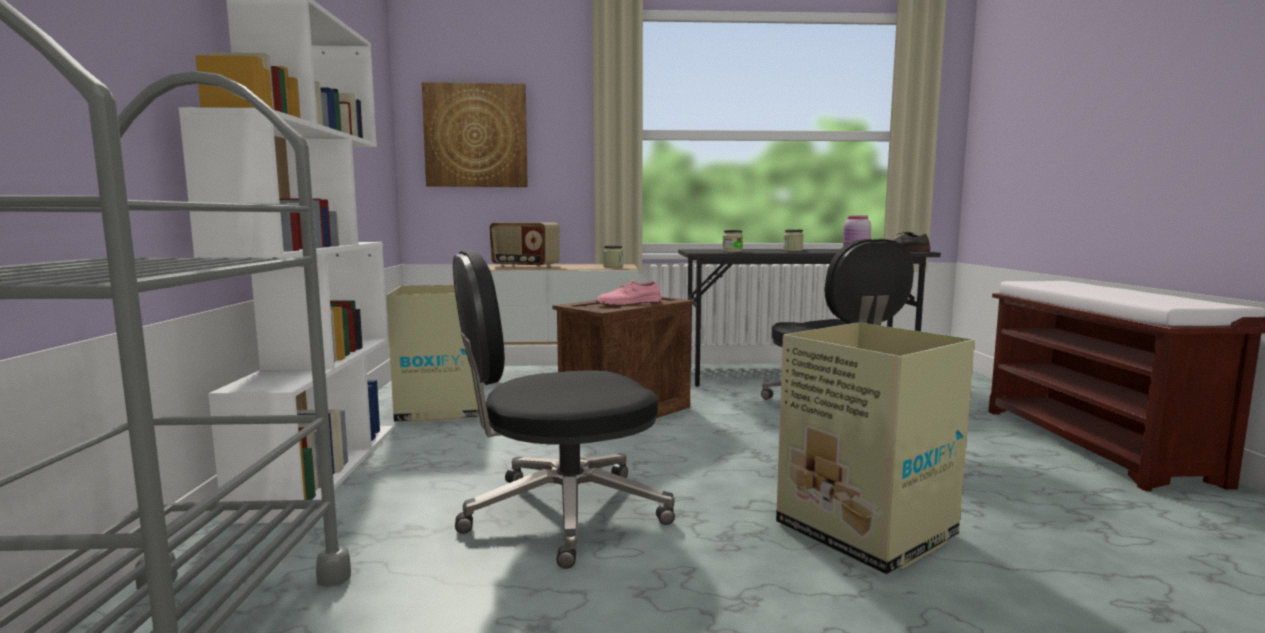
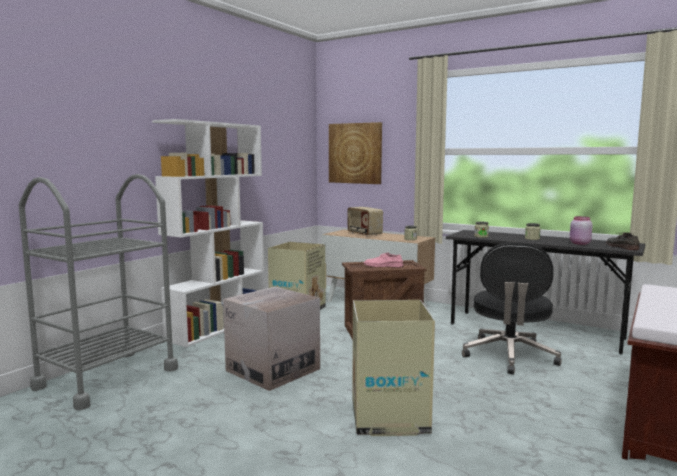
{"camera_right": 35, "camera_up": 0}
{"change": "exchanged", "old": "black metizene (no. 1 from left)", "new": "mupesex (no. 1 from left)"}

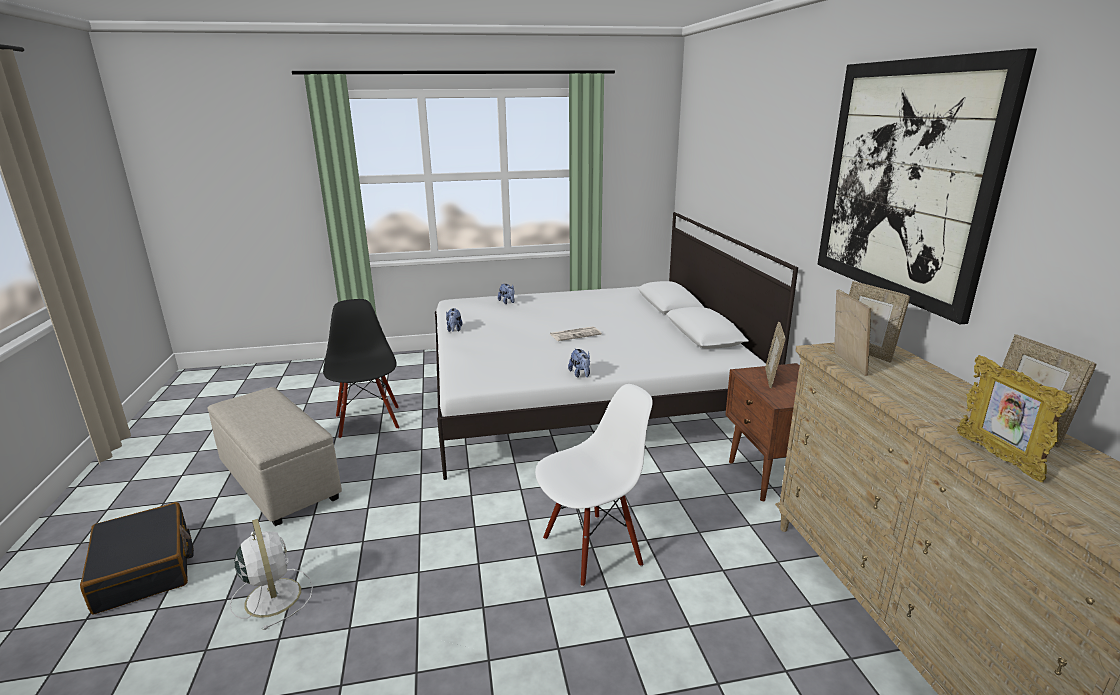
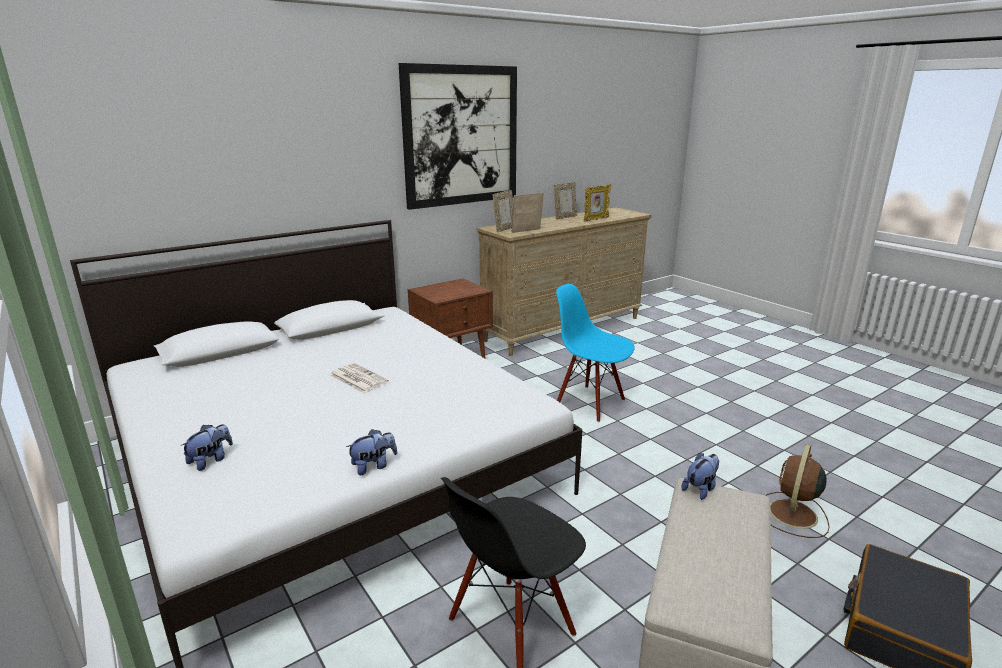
{"camera_right": -115, "camera_up": 0}
{"change": "missing", "old": "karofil (no. 1 from left)"}
{"change": "relocated", "old": "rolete (no. 3 from left)"}
{"change": "colour", "old": "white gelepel", "new": "blue gelepel"}
{"change": "colour", "old": "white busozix", "new": "brown busozix"}

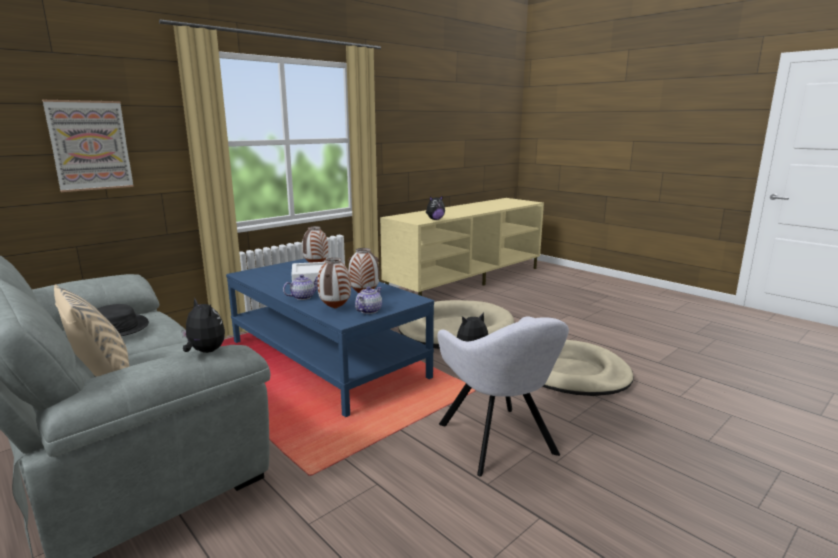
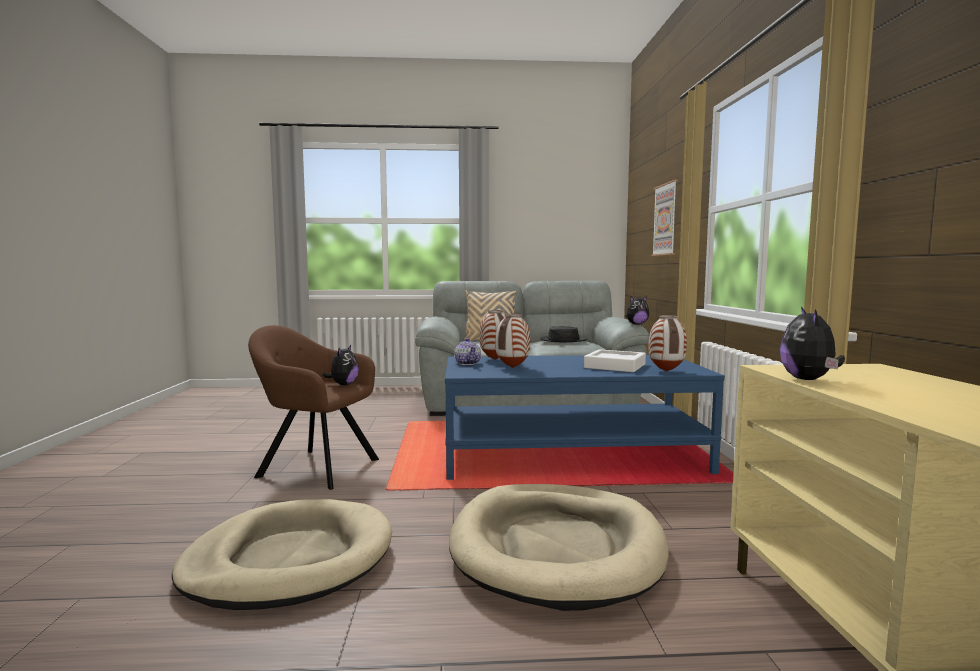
{"camera_right": 130, "camera_up": -10}
{"change": "missing", "old": "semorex (no. 1 from left)"}
{"change": "relocated", "old": "rolete (no. 1 from left in the first image)", "new": "rolete (no. 2 from left)"}
{"change": "colour", "old": "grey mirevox", "new": "brown mirevox"}

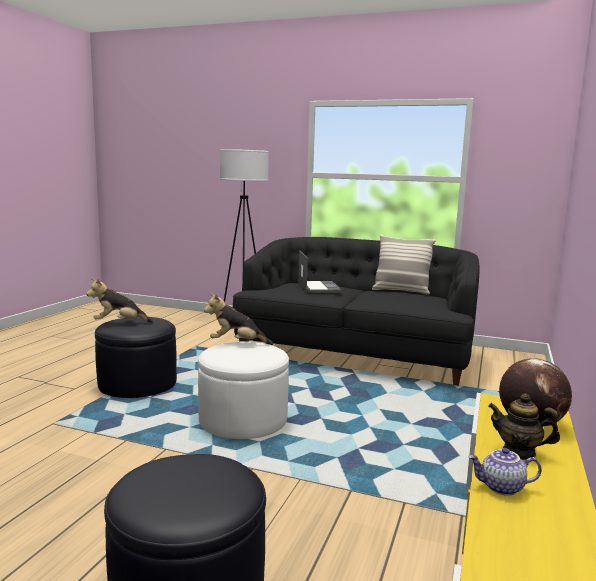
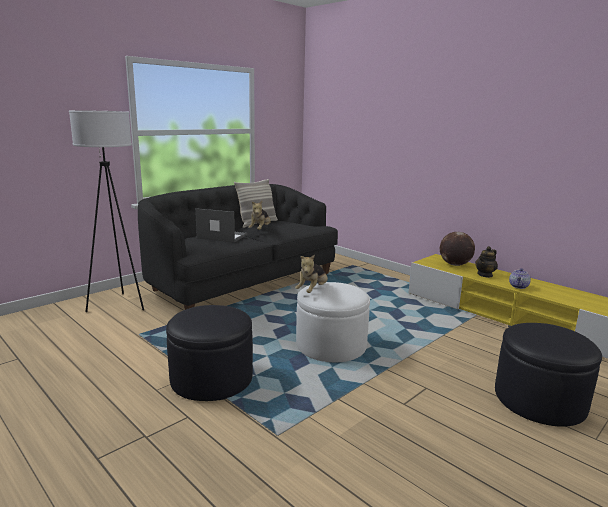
{"camera_right": -65, "camera_up": 5}
{"change": "relocated", "old": "rolete (no. 1 from left)"}

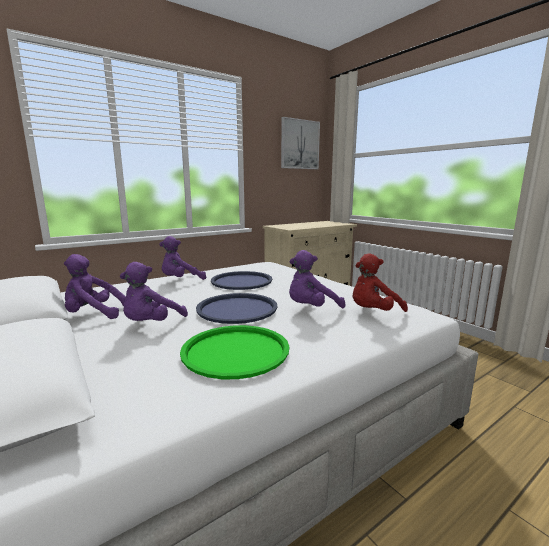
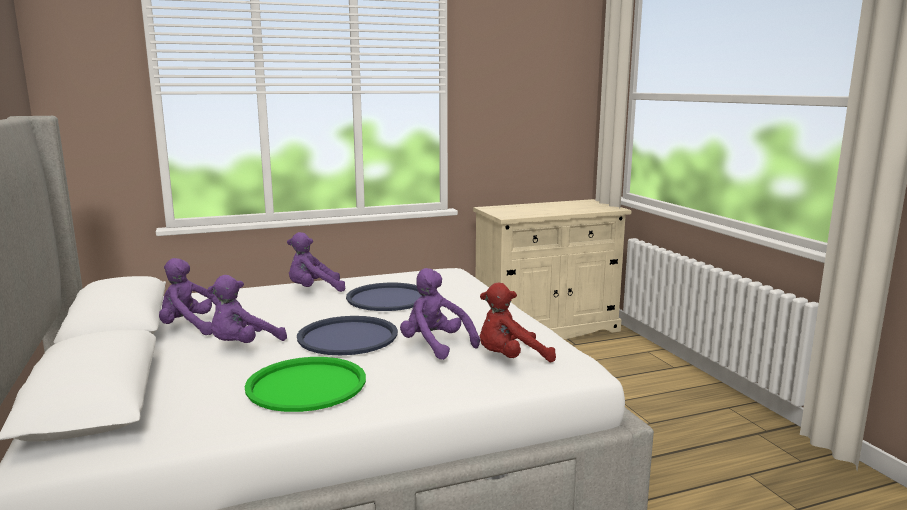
{"camera_right": 15, "camera_up": 0}
{"change": "missing", "old": "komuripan"}
{"change": "spun", "old": "purple rolete (no. 4 from left)", "degrees": 60}

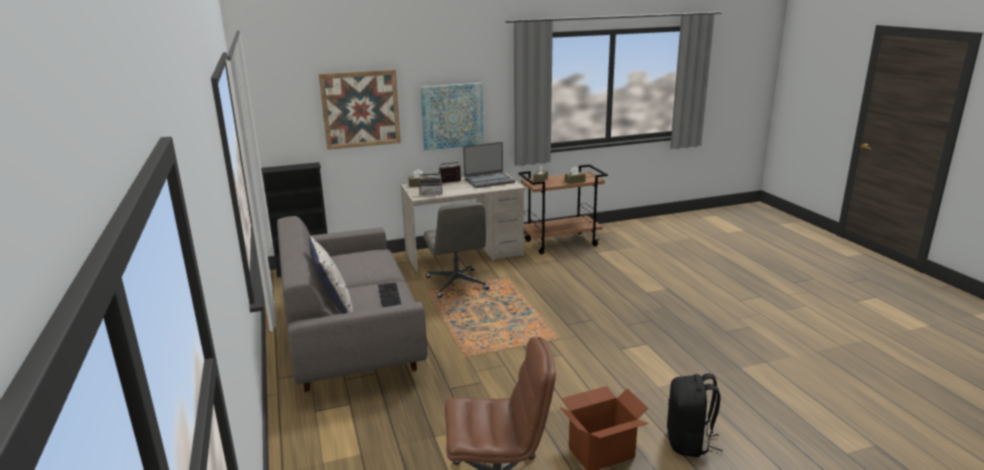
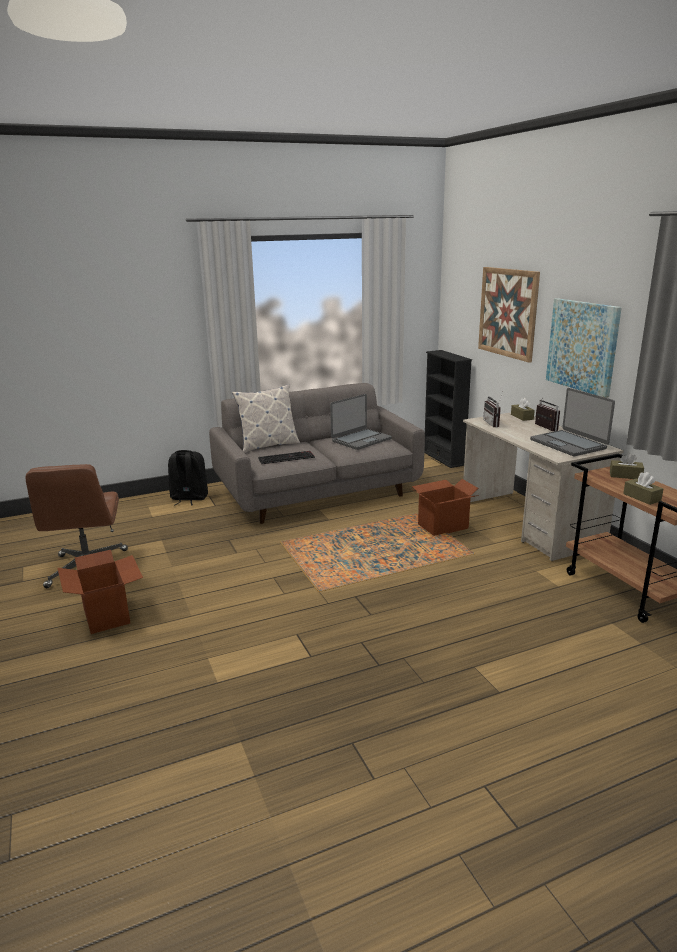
{"camera_right": 85, "camera_up": 0}
{"change": "exchanged", "old": "grey metizene", "new": "mupesex (no. 2 from left)"}
{"change": "relocated", "old": "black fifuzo"}
{"change": "appeared", "new": "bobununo (no. 1 from left)"}

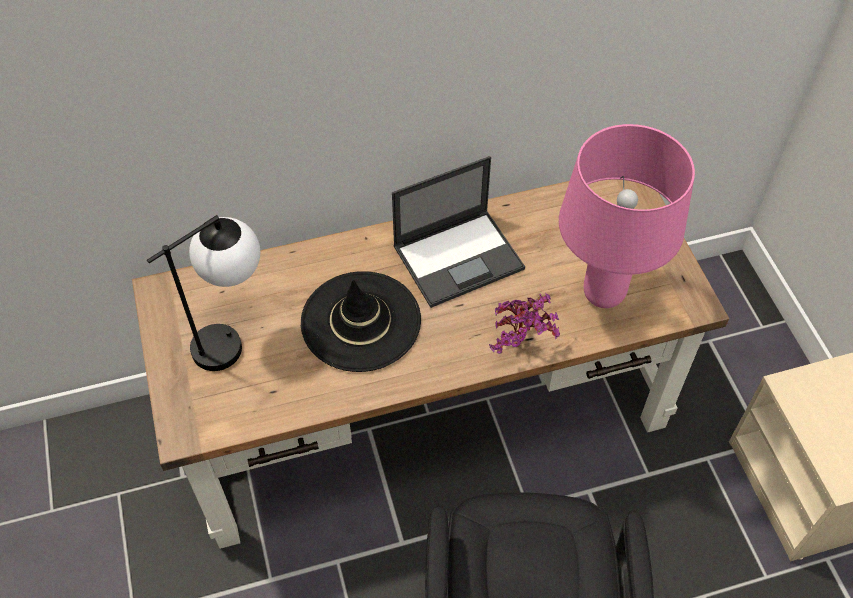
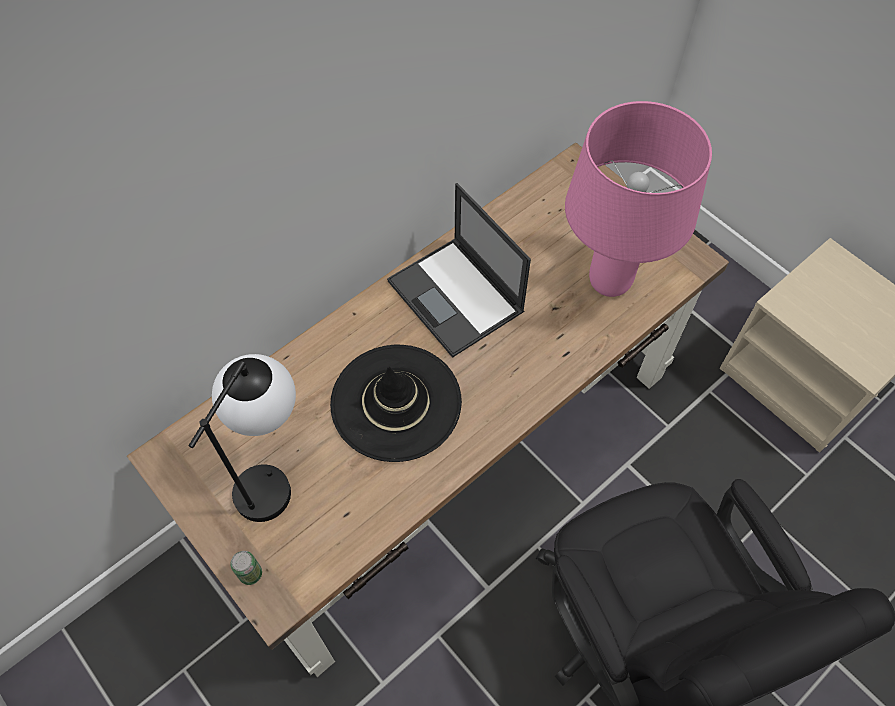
{"camera_right": -25, "camera_up": 5}
{"change": "spun", "old": "bobununo", "degrees": 105}
{"change": "missing", "old": "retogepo"}
{"change": "appeared", "new": "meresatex"}

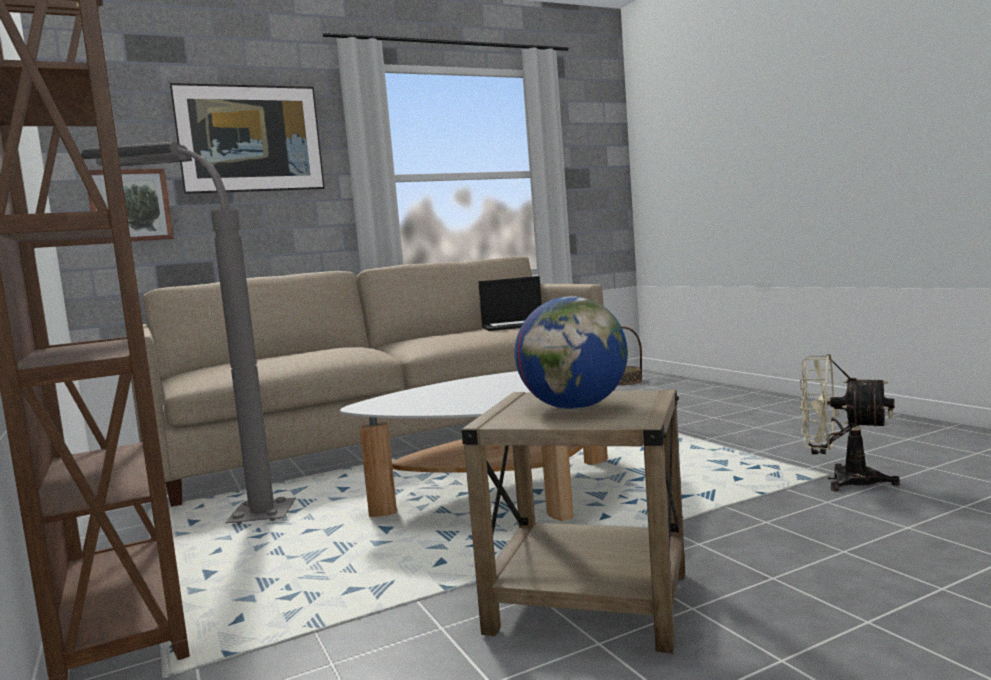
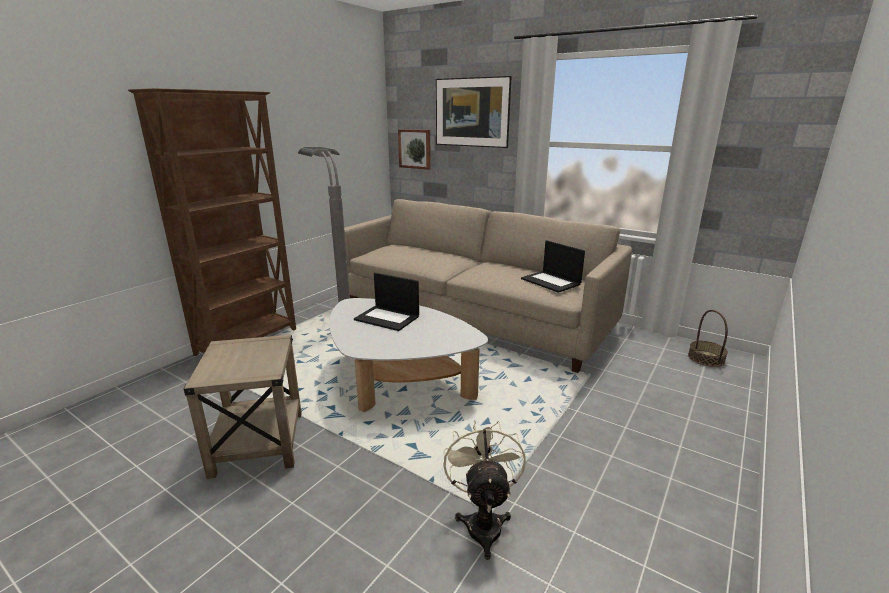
{"camera_right": 60, "camera_up": 15}
{"change": "missing", "old": "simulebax"}
{"change": "appeared", "new": "bobununo (no. 1 from left)"}

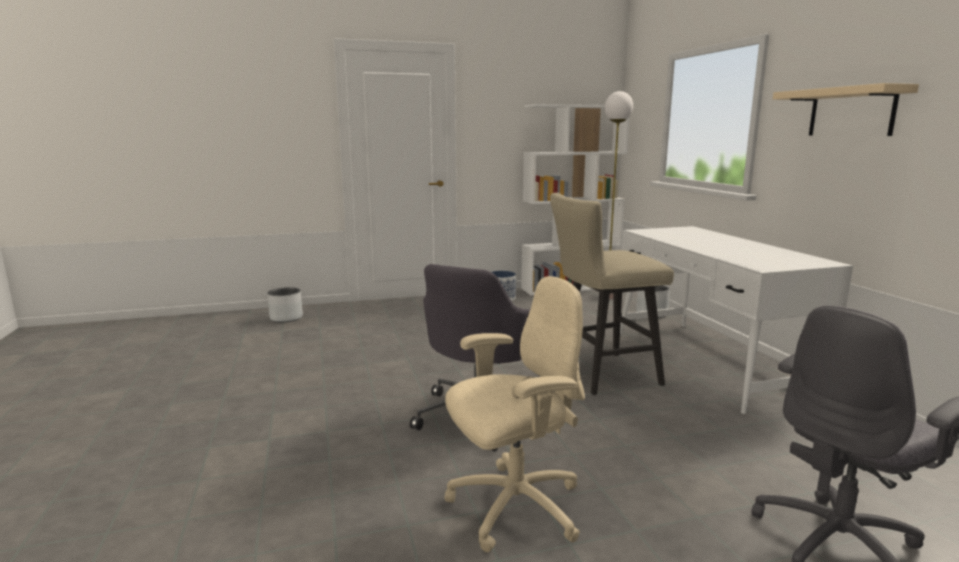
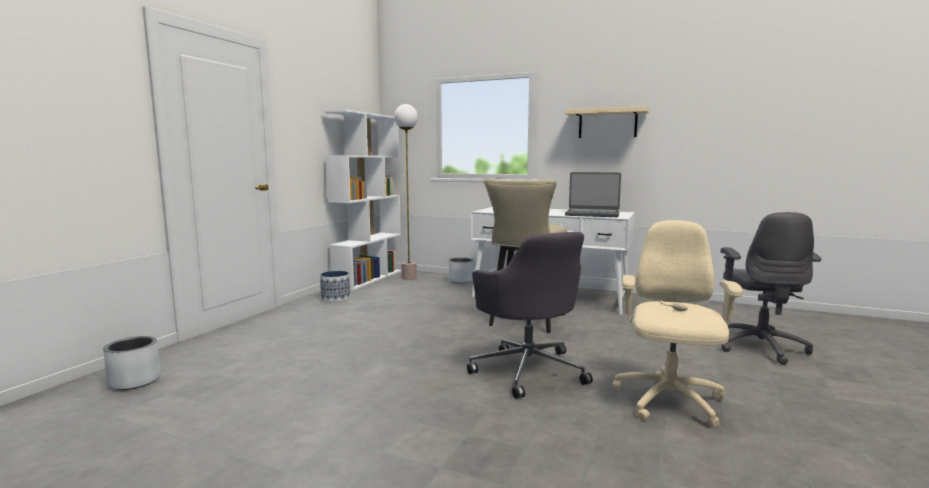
{"camera_right": -50, "camera_up": -5}
{"change": "appeared", "new": "bobununo"}

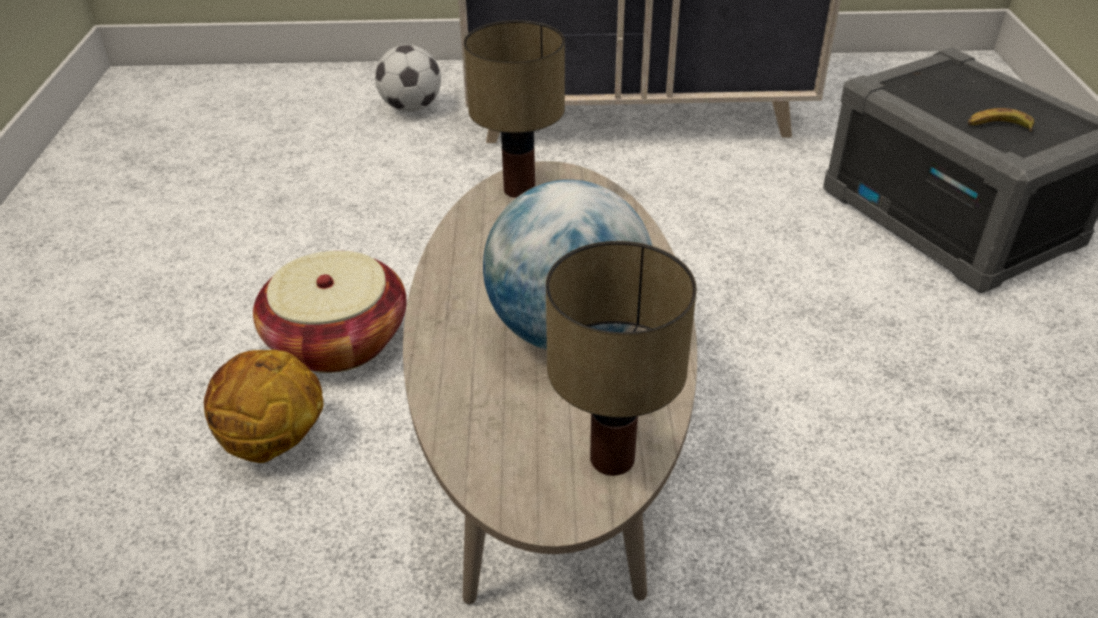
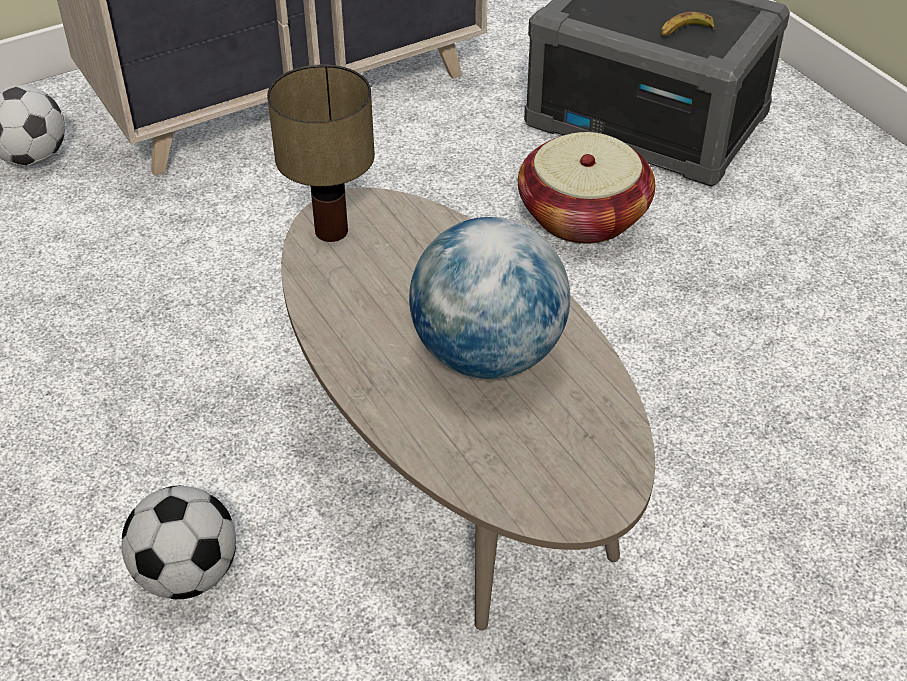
{"camera_right": -30, "camera_up": 5}
{"change": "missing", "old": "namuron (no. 2 from left)"}
{"change": "relocated", "old": "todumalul"}
{"change": "exchanged", "old": "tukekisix", "new": "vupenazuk (no. 2 from left)"}

